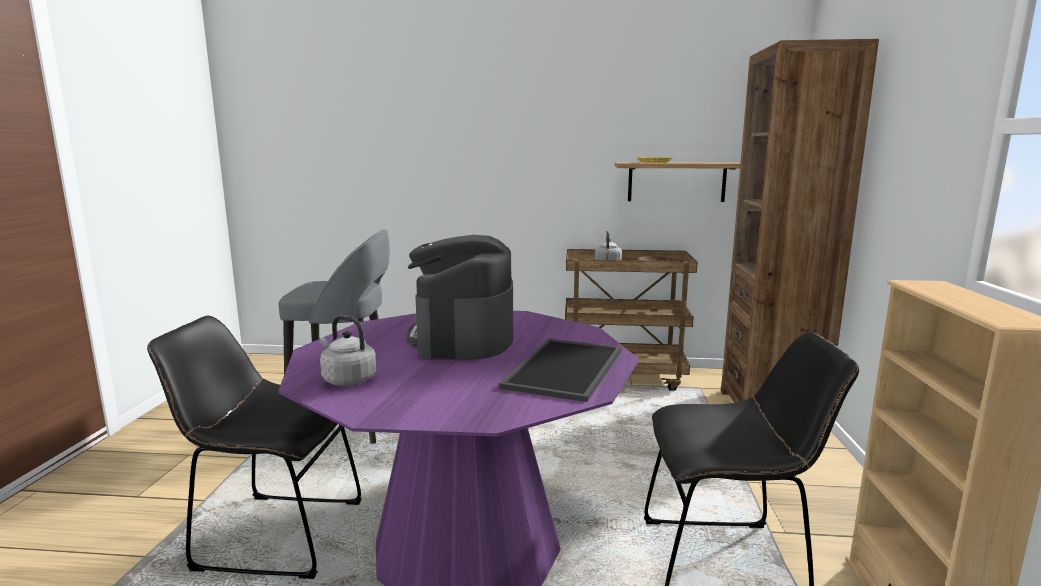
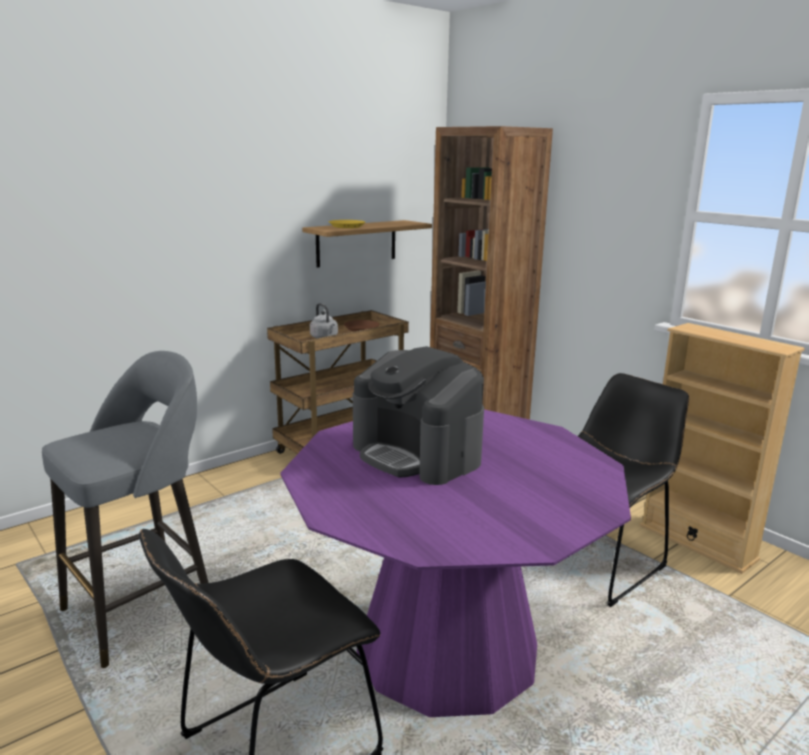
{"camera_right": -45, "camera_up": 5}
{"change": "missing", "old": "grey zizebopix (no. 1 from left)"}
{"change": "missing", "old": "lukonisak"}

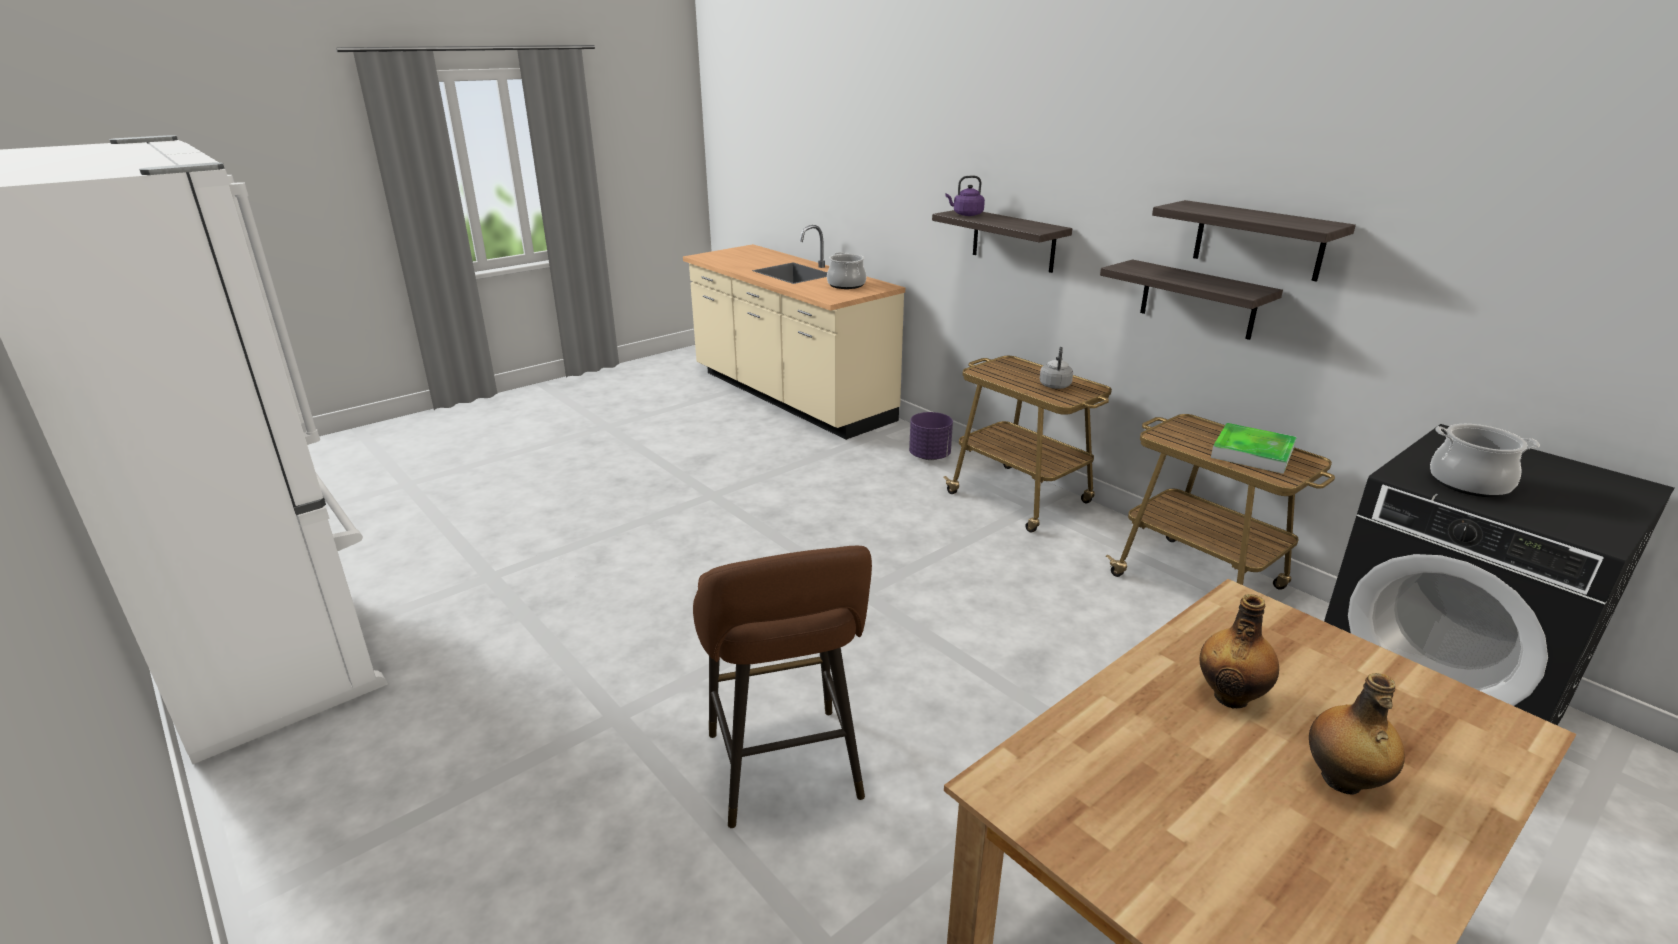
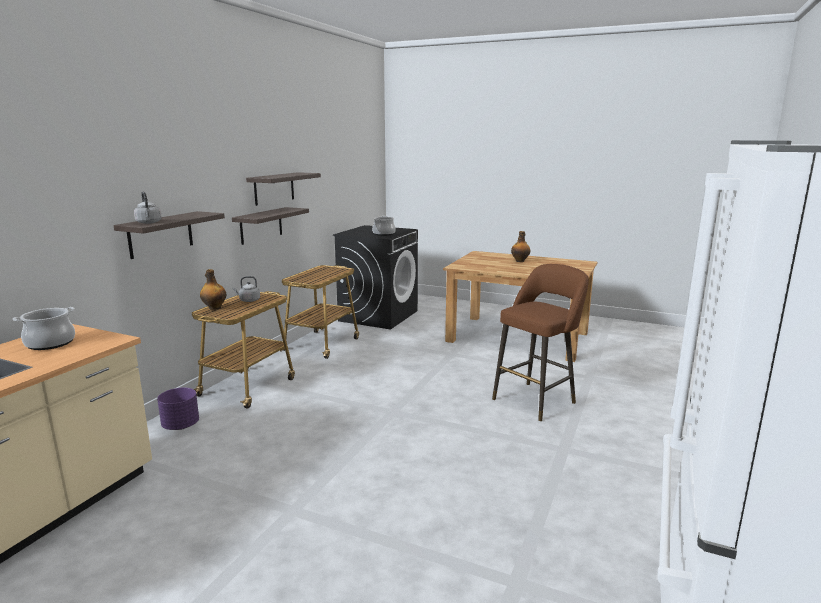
{"camera_right": -115, "camera_up": -10}
{"change": "colour", "old": "purple zizebopix", "new": "grey zizebopix (no. 1 from left)"}
{"change": "missing", "old": "lukonisak"}
{"change": "relocated", "old": "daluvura (no. 1 from left)"}

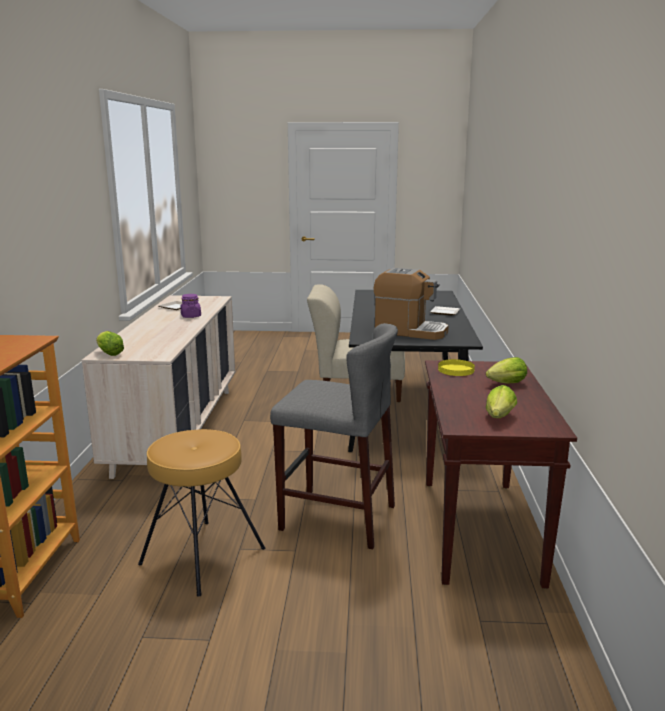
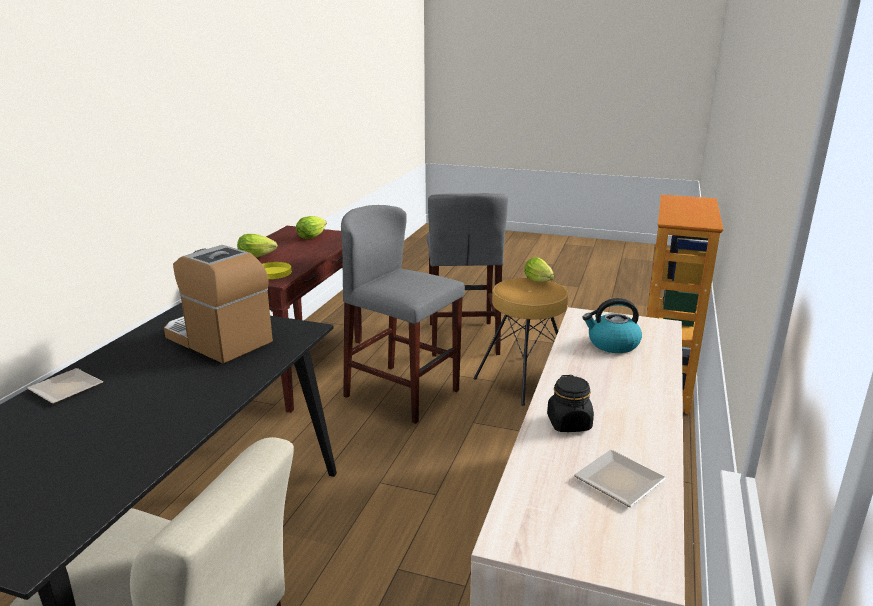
{"camera_right": -165, "camera_up": 5}
{"change": "colour", "old": "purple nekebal", "new": "black nekebal"}
{"change": "relocated", "old": "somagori (no. 1 from left in the first image)", "new": "somagori (no. 3 from left)"}
{"change": "appeared", "new": "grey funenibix (no. 2 from left)"}
{"change": "appeared", "new": "zizebopix"}

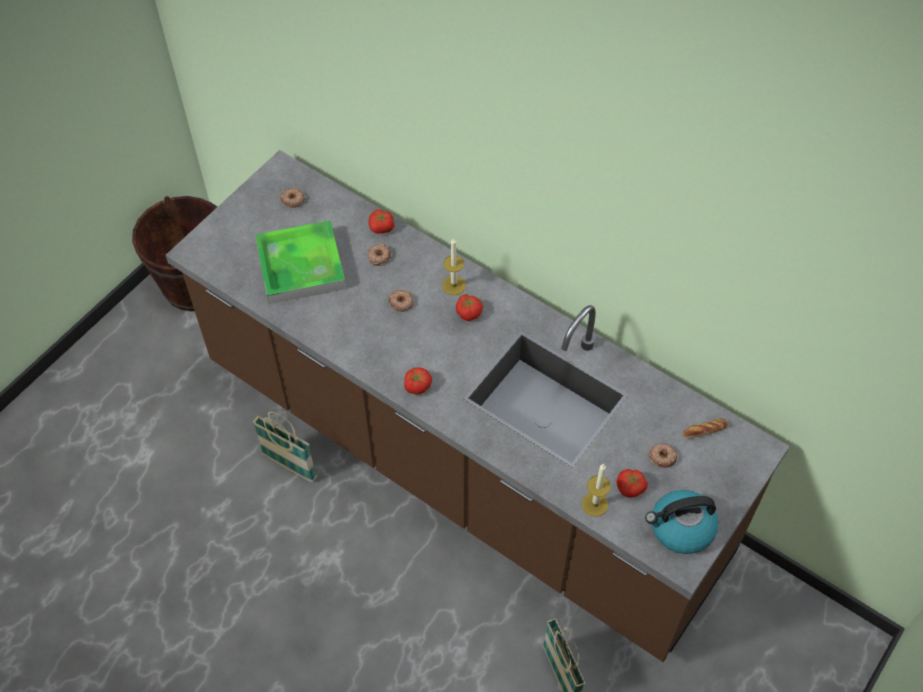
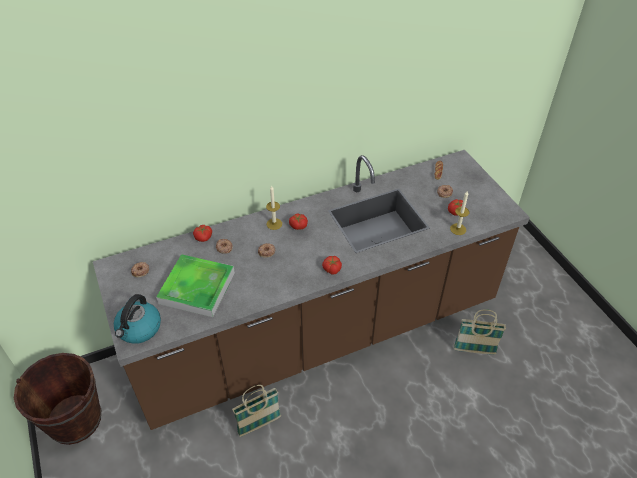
{"camera_right": -60, "camera_up": -10}
{"change": "relocated", "old": "zizebopix"}

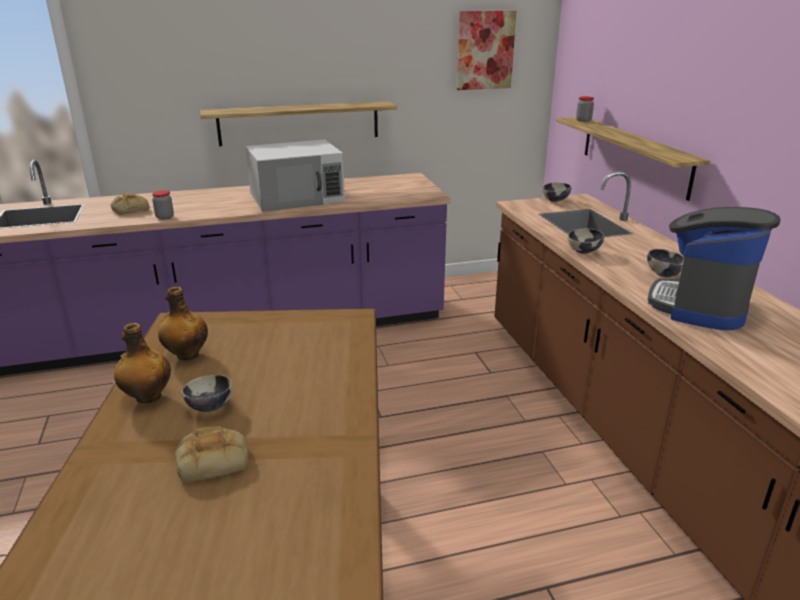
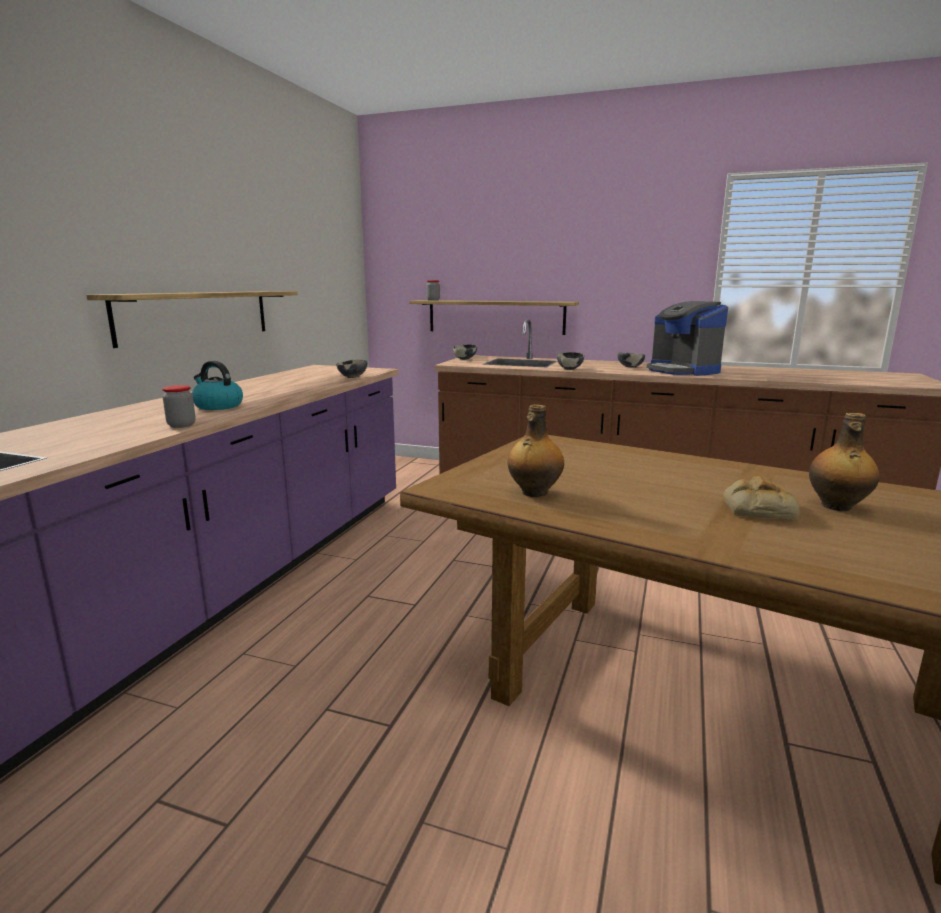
{"camera_right": -55, "camera_up": -10}
{"change": "missing", "old": "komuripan"}
{"change": "missing", "old": "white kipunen"}
{"change": "missing", "old": "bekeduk (no. 1 from left)"}
{"change": "relocated", "old": "daluvura (no. 1 from left in the first image)", "new": "daluvura (no. 2 from left)"}
{"change": "relocated", "old": "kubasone (no. 1 from left)"}
{"change": "appeared", "new": "zizebopix"}

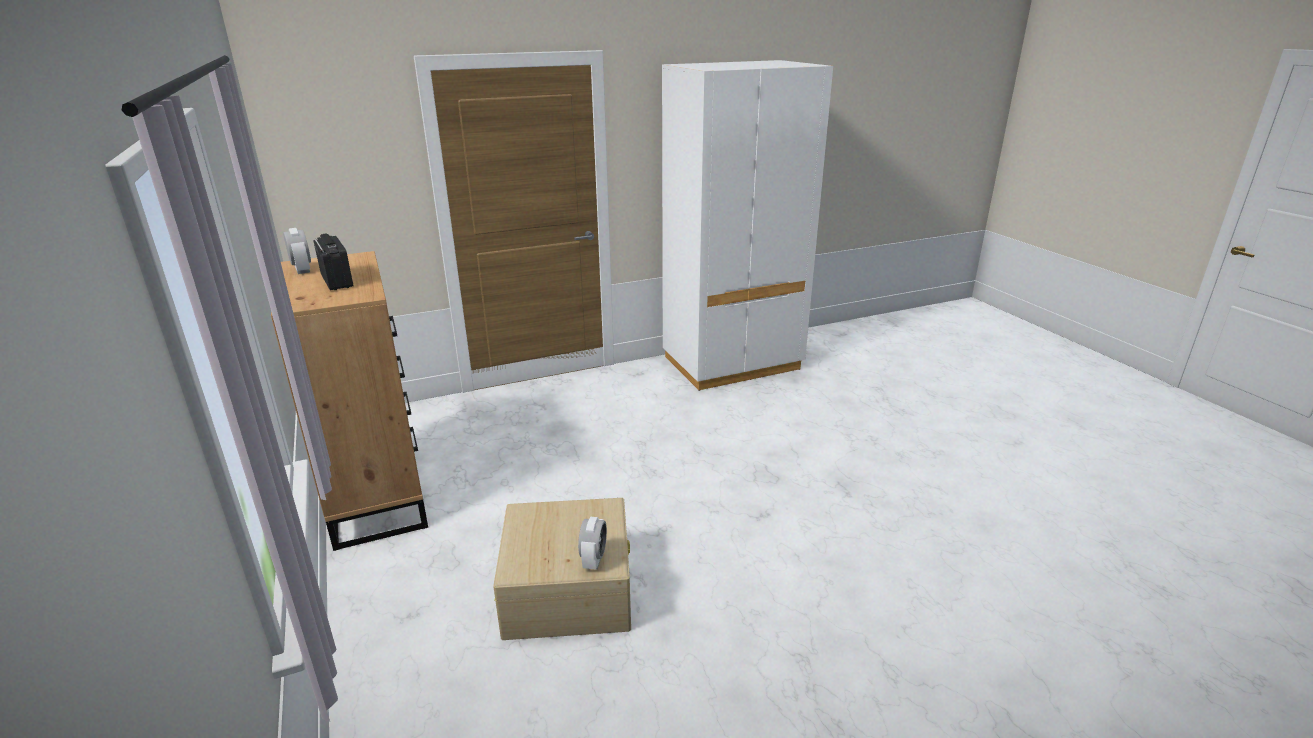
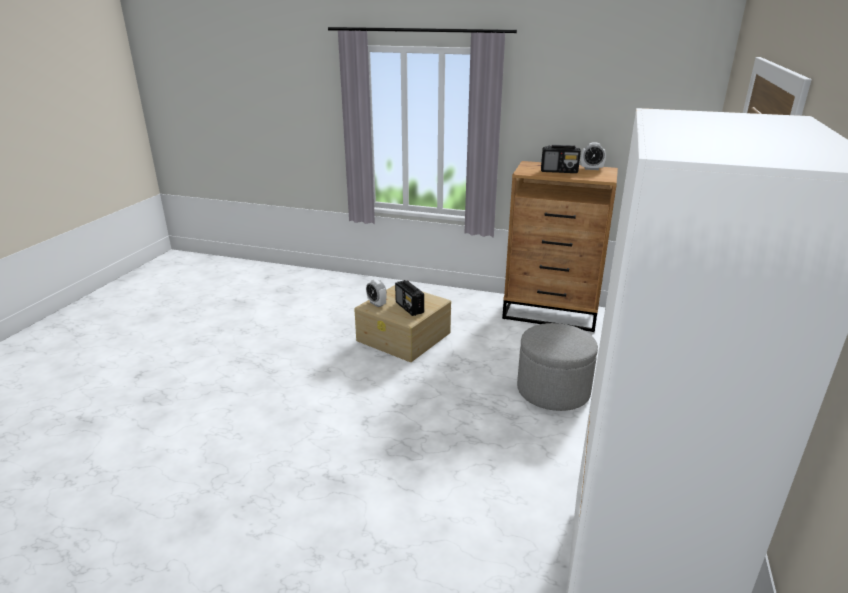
{"camera_right": 130, "camera_up": 0}
{"change": "appeared", "new": "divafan (no. 1 from left)"}
{"change": "appeared", "new": "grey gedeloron"}

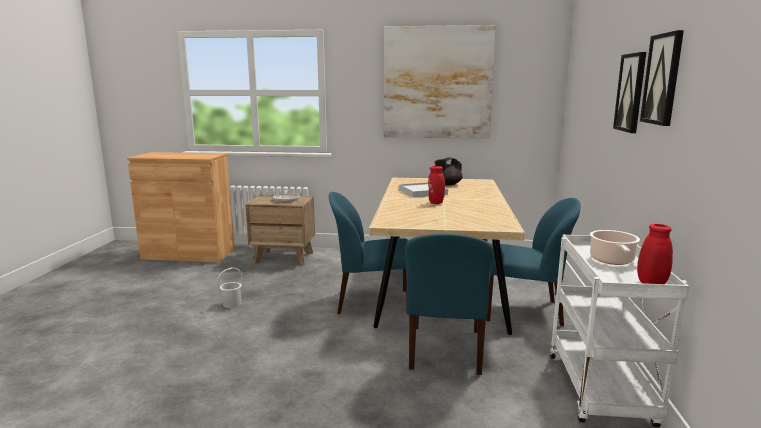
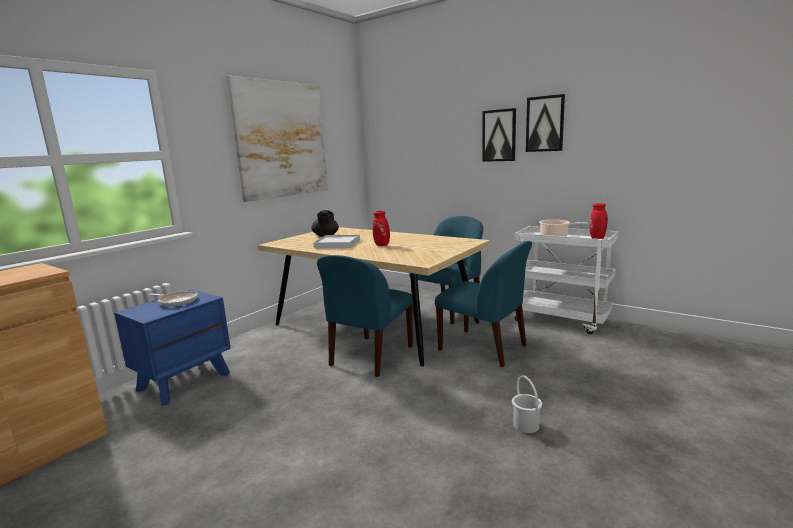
{"camera_right": -60, "camera_up": 0}
{"change": "colour", "old": "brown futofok", "new": "blue futofok"}
{"change": "relocated", "old": "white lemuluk"}

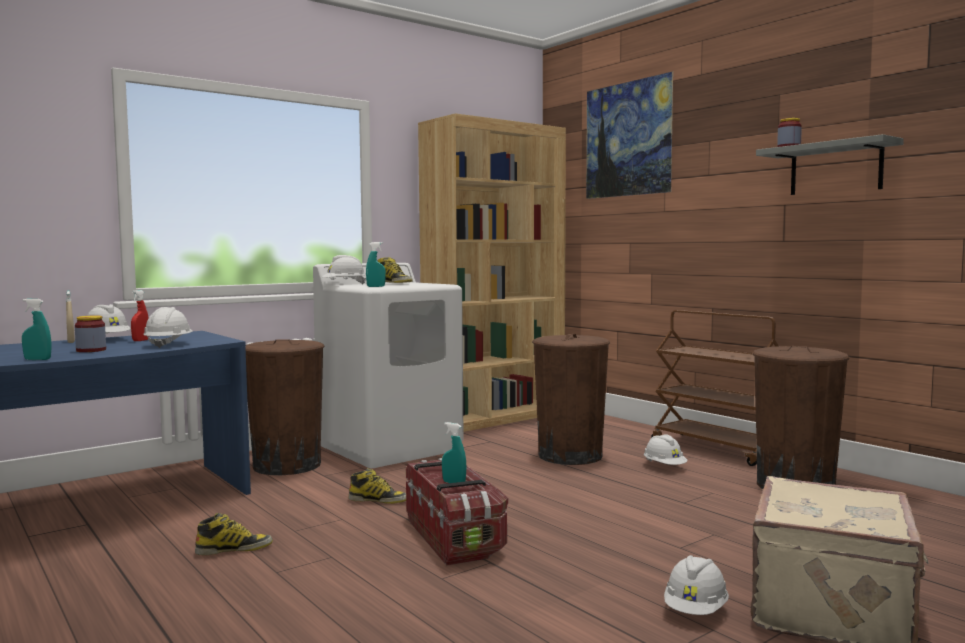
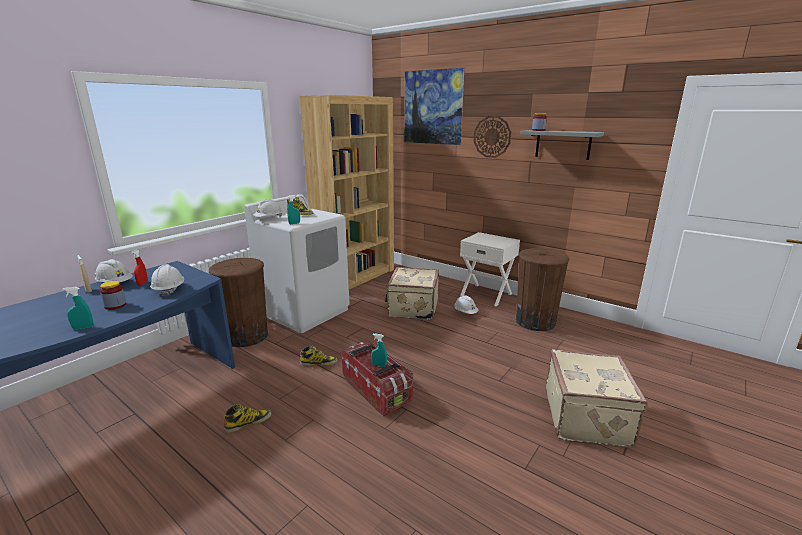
{"camera_right": -15, "camera_up": 15}
{"change": "exchanged", "old": "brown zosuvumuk", "new": "white futofok"}
{"change": "exchanged", "old": "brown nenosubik (no. 2 from left)", "new": "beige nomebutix (no. 1 from left)"}
{"change": "missing", "old": "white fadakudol (no. 5 from left)"}
{"change": "appeared", "new": "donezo"}

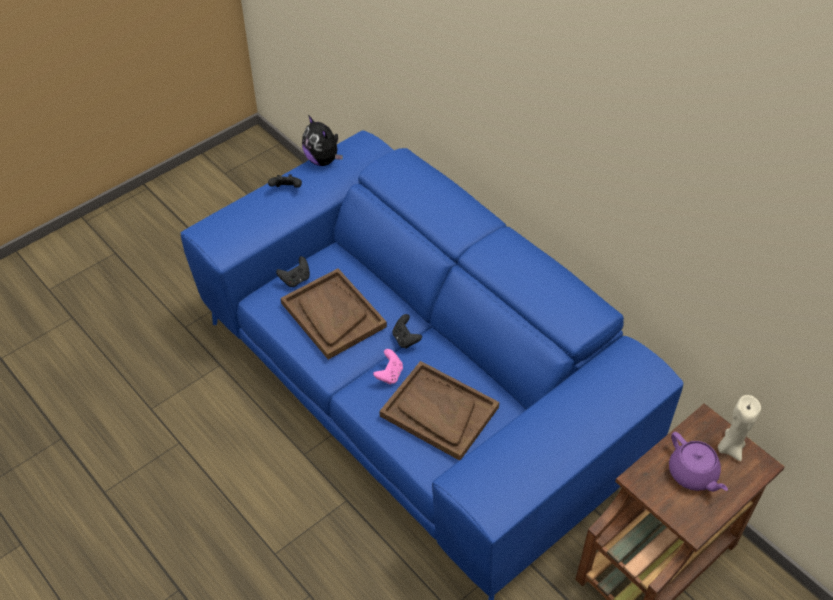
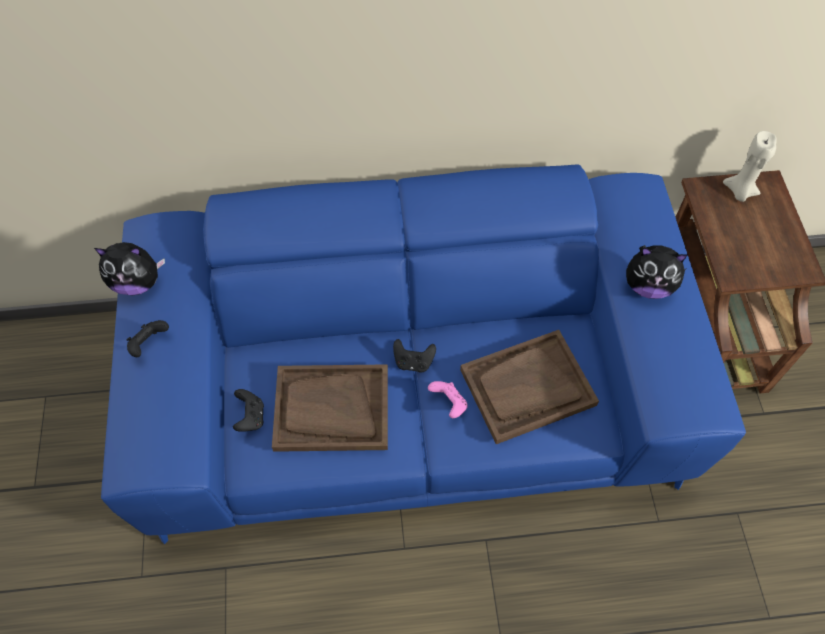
{"camera_right": -55, "camera_up": 10}
{"change": "missing", "old": "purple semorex"}
{"change": "appeared", "new": "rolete (no. 2 from left)"}

